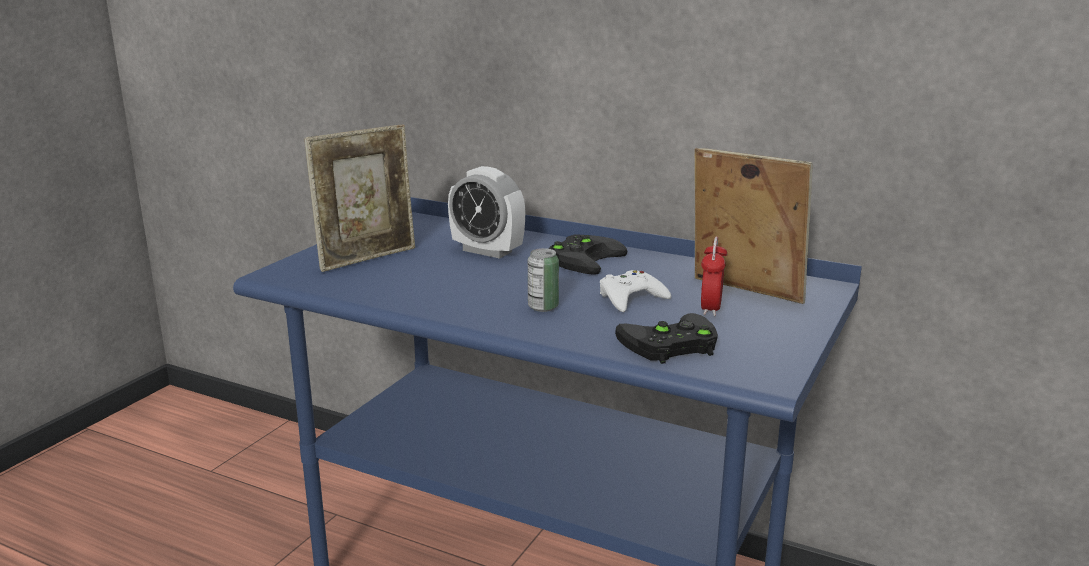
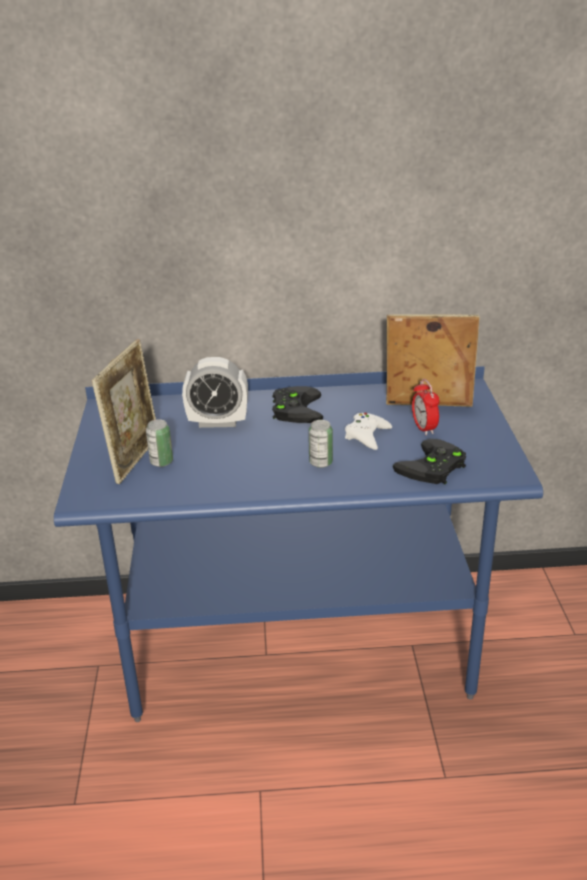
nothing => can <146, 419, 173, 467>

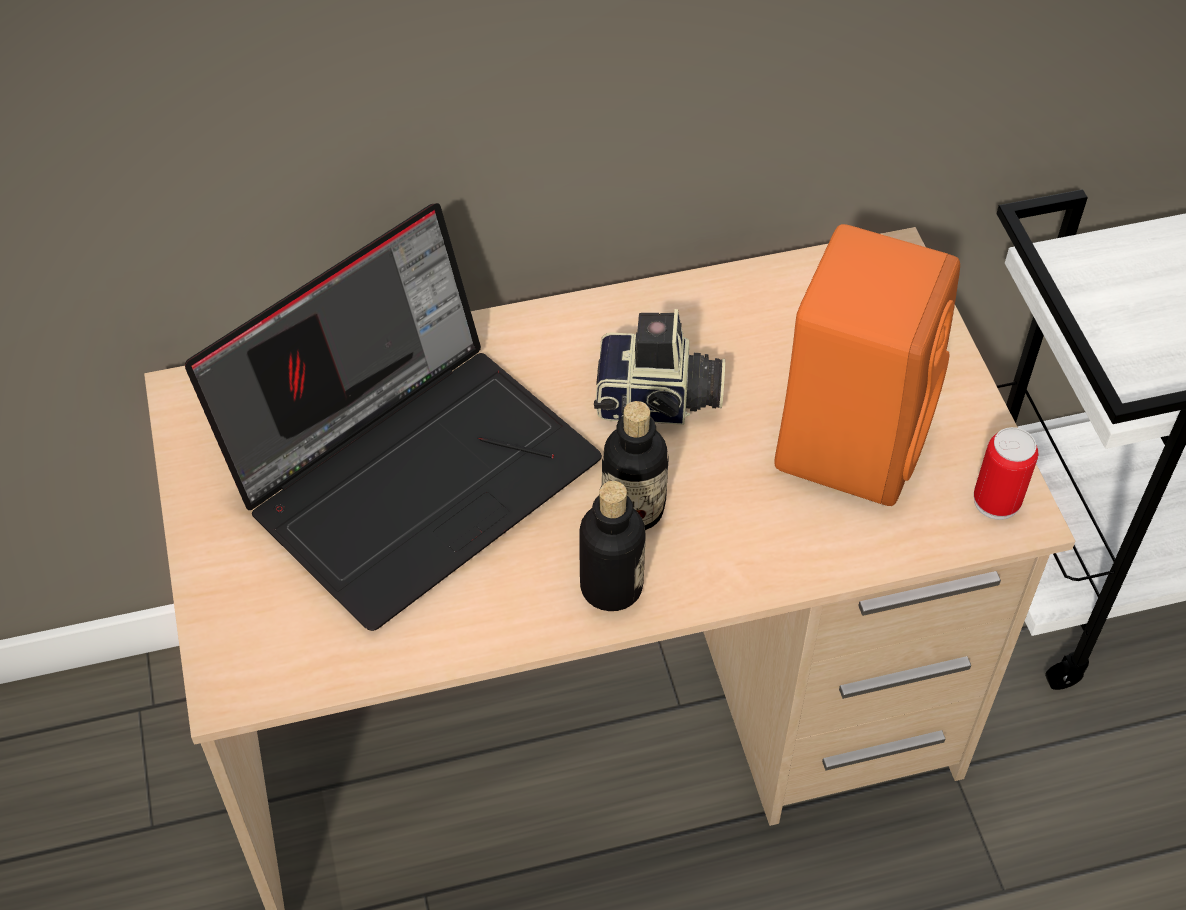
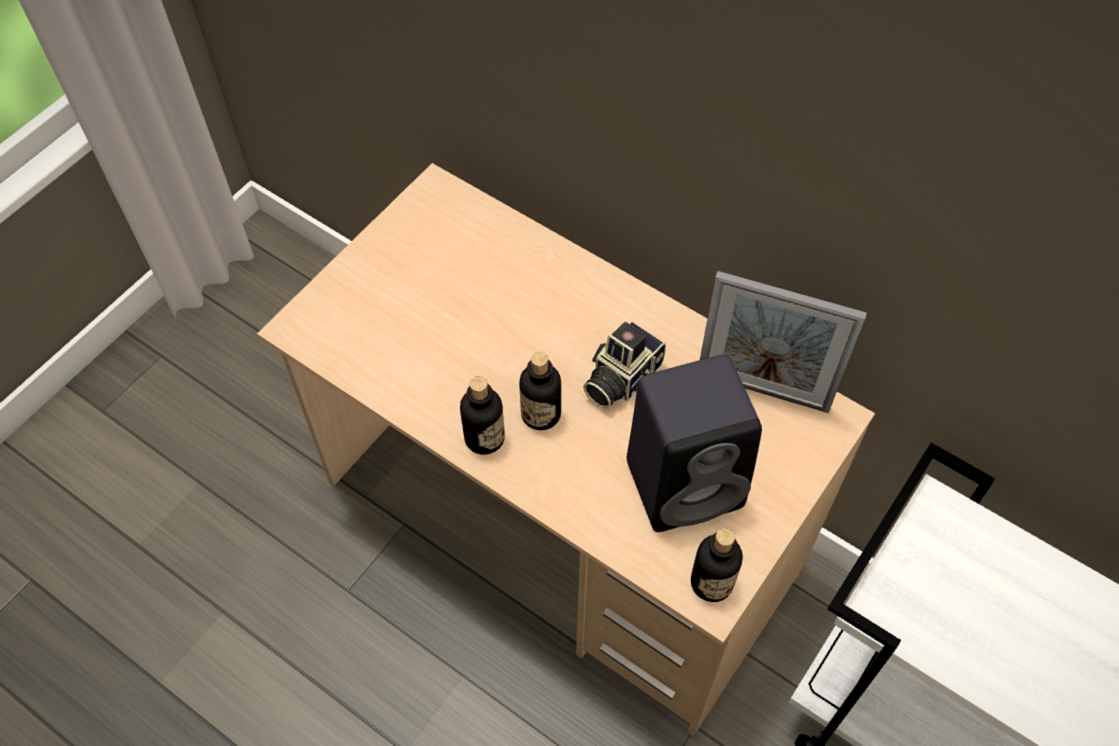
photo camera <594, 309, 725, 425> => photo camera <583, 322, 666, 409>, 75 degrees clockwise
speaker (orange) <775, 224, 960, 506> => speaker (black) <627, 354, 762, 532>
can <974, 427, 1038, 520> => bottle <691, 528, 743, 602>
nothing => picture frame <700, 271, 867, 413>
laptop <185, 203, 602, 631> => nothing

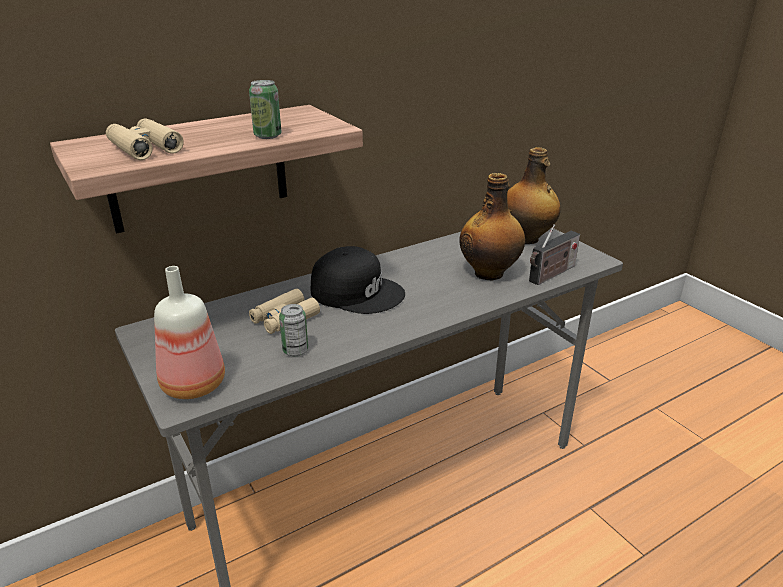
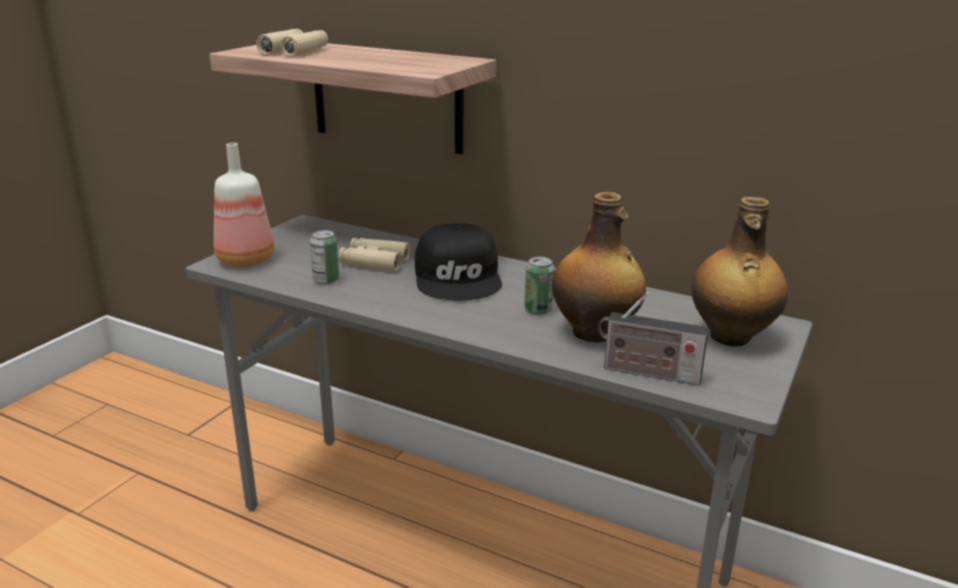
can <249, 80, 281, 139> => can <524, 257, 555, 315>, shifted

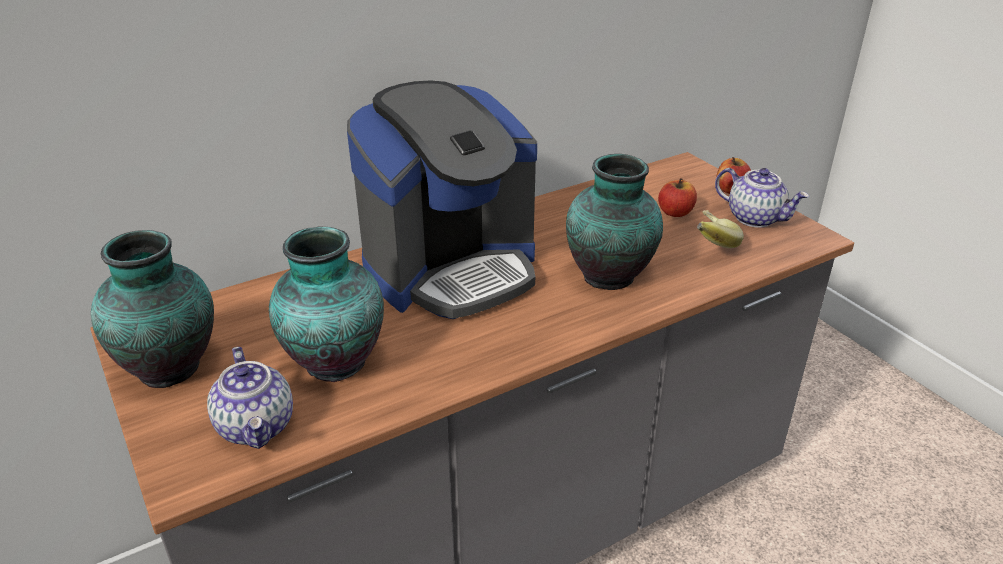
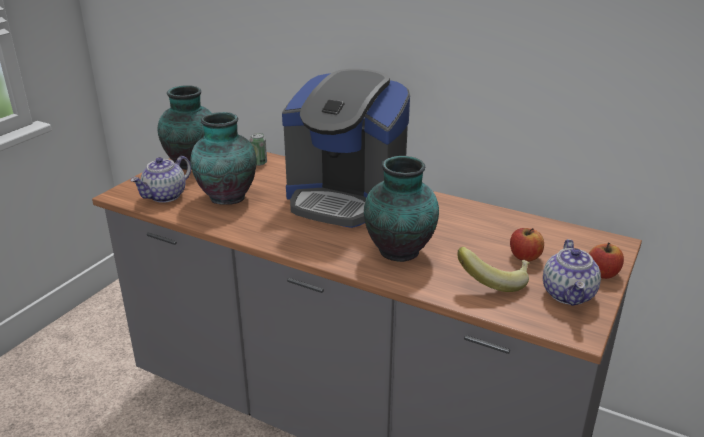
nothing => can <250, 133, 267, 166>

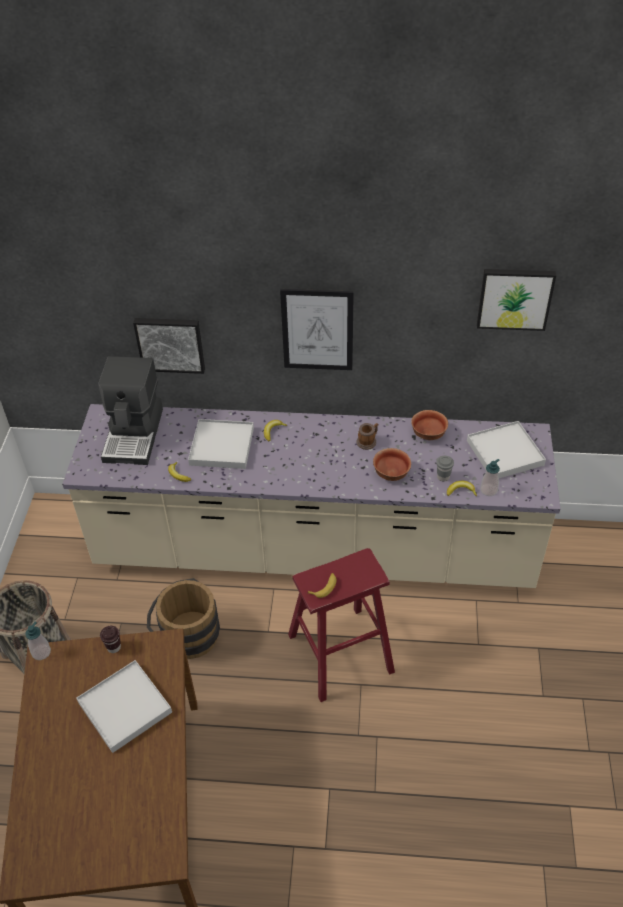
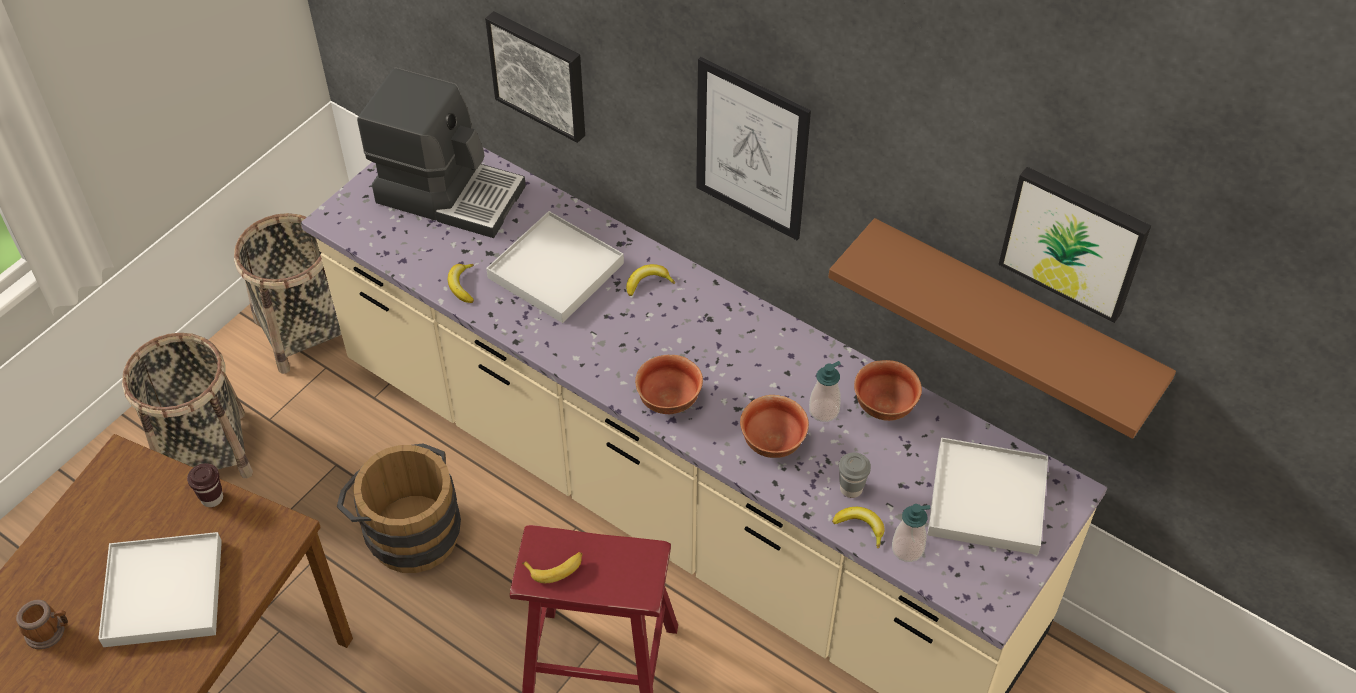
mug <357, 423, 378, 450> => mug <16, 600, 68, 649>, shifted
nothing => basket <234, 213, 342, 374>
coffee machine <98, 356, 163, 465> => coffee machine <357, 68, 526, 238>, 105 degrees counterclockwise
nothing => bowl <635, 355, 703, 414>
soap dispenser <25, 622, 51, 660> => soap dispenser <809, 361, 841, 422>, shifted
nothing => shelf (brown) <828, 218, 1176, 439>

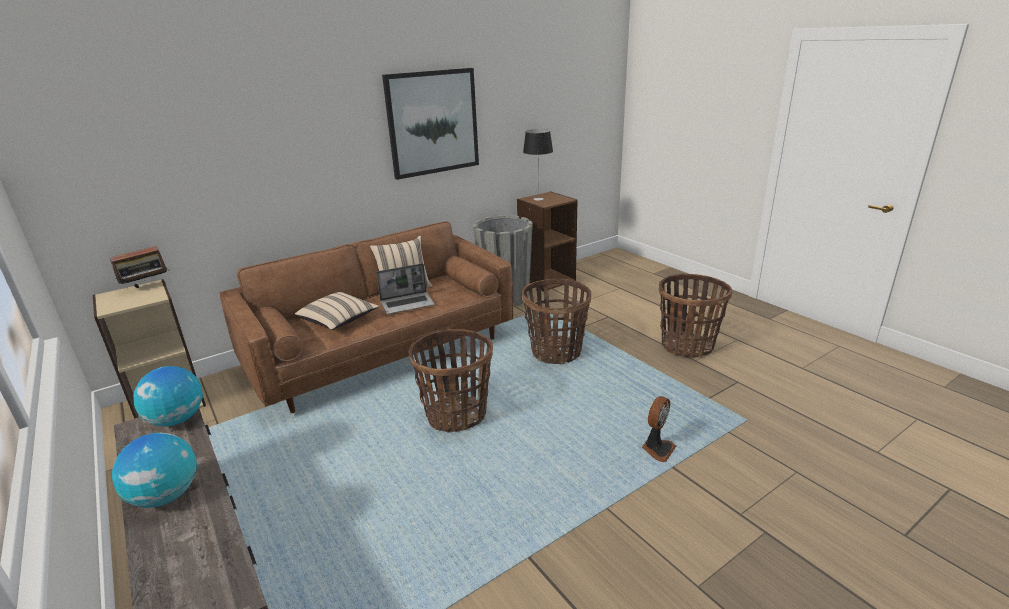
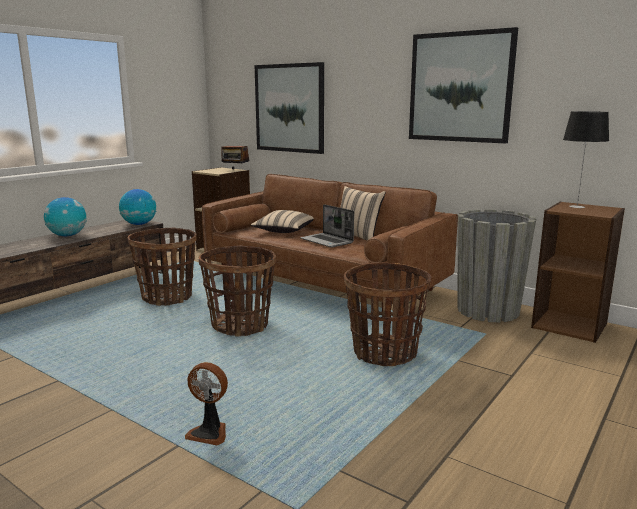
basket <659, 274, 732, 358> => basket <128, 228, 197, 306>, shifted
nothing => picture <255, 62, 324, 154>

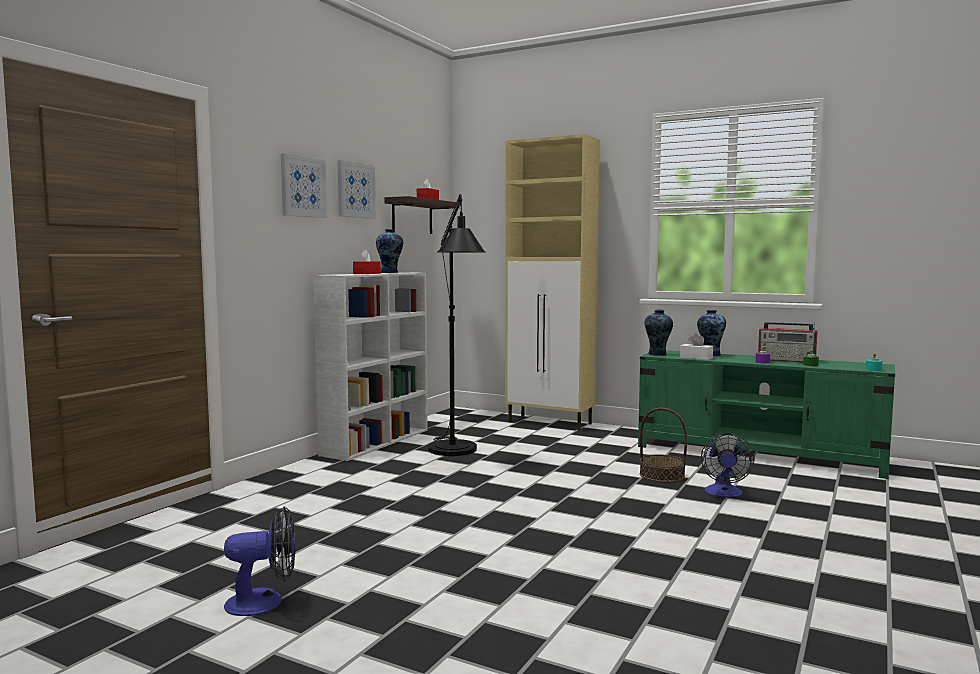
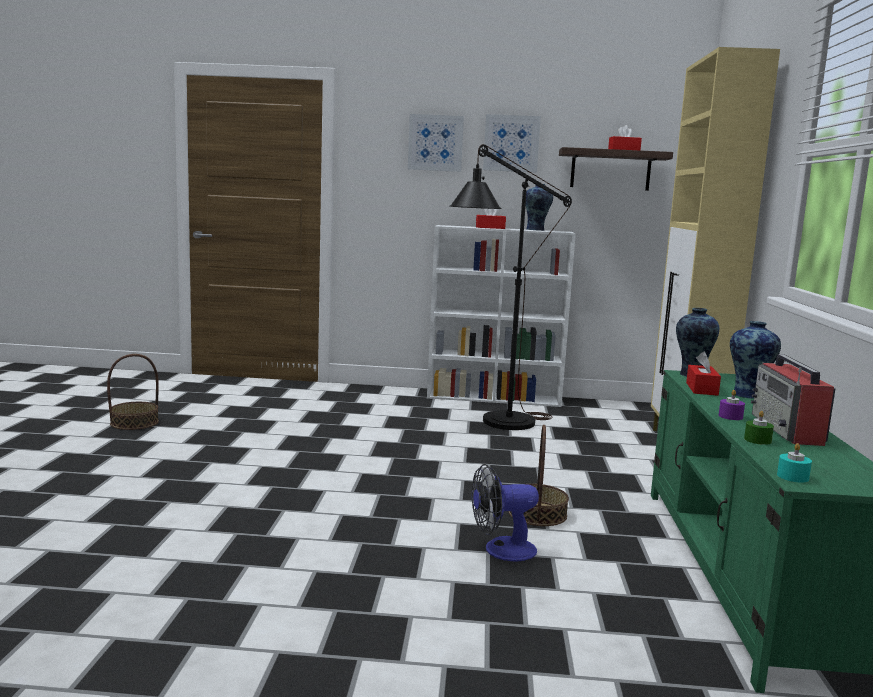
fan <224, 507, 296, 616> => basket <107, 354, 159, 430>
tissue box (white) <680, 334, 713, 360> => tissue box (red) <686, 351, 721, 396>

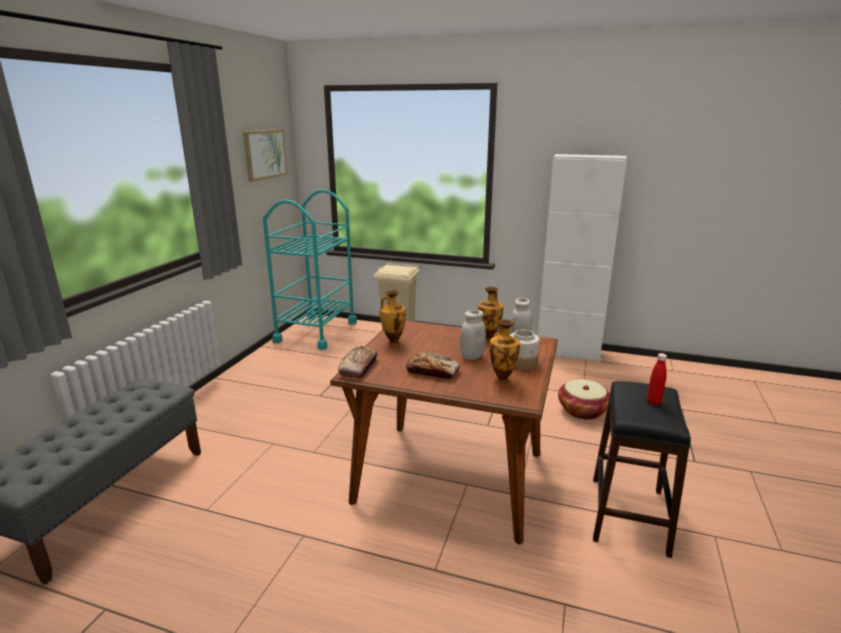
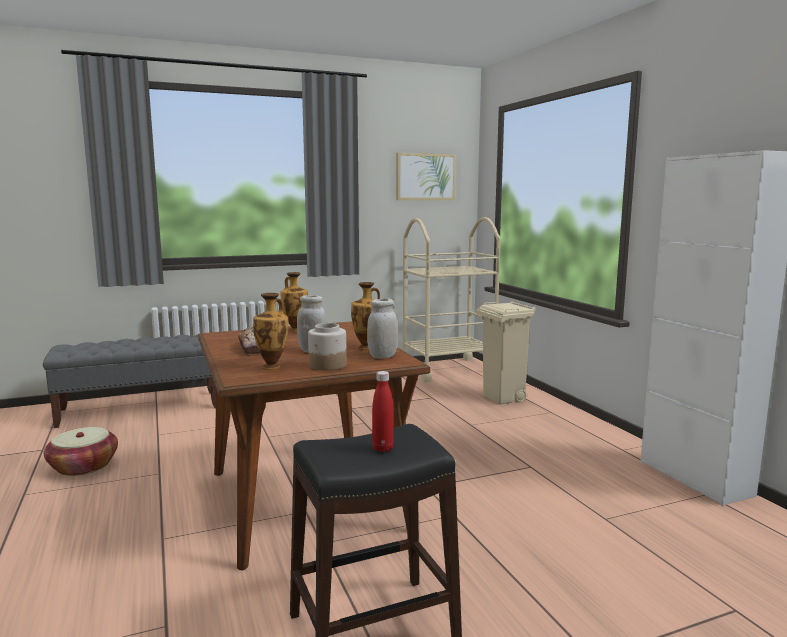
basket <558, 379, 610, 420> => basket <44, 427, 118, 476>, shifted
cart (turquoise) <263, 189, 357, 350> => cart (beige) <403, 217, 501, 383>
bread <338, 346, 378, 379> => nothing

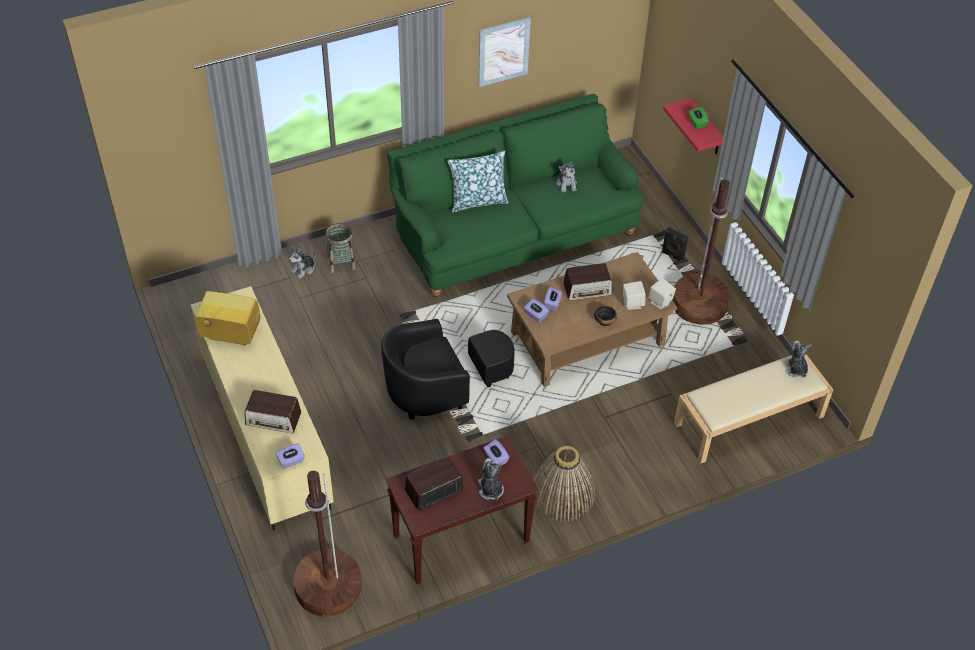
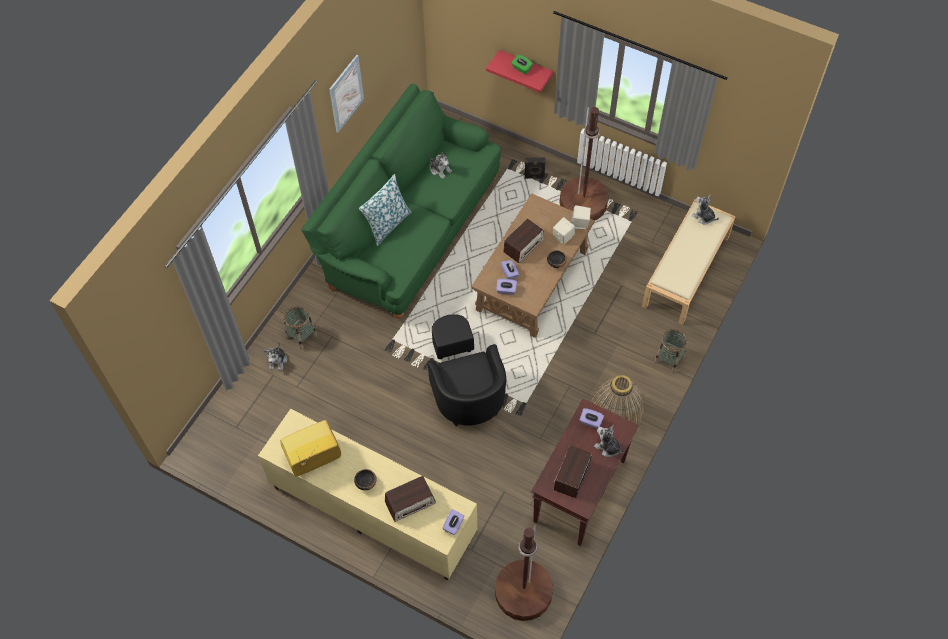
nothing => bowl <354, 469, 377, 490>
armchair (black) <381, 319, 515, 419> => armchair (black) <427, 314, 506, 426>, 45 degrees counterclockwise
nothing => basket <654, 329, 688, 373>

